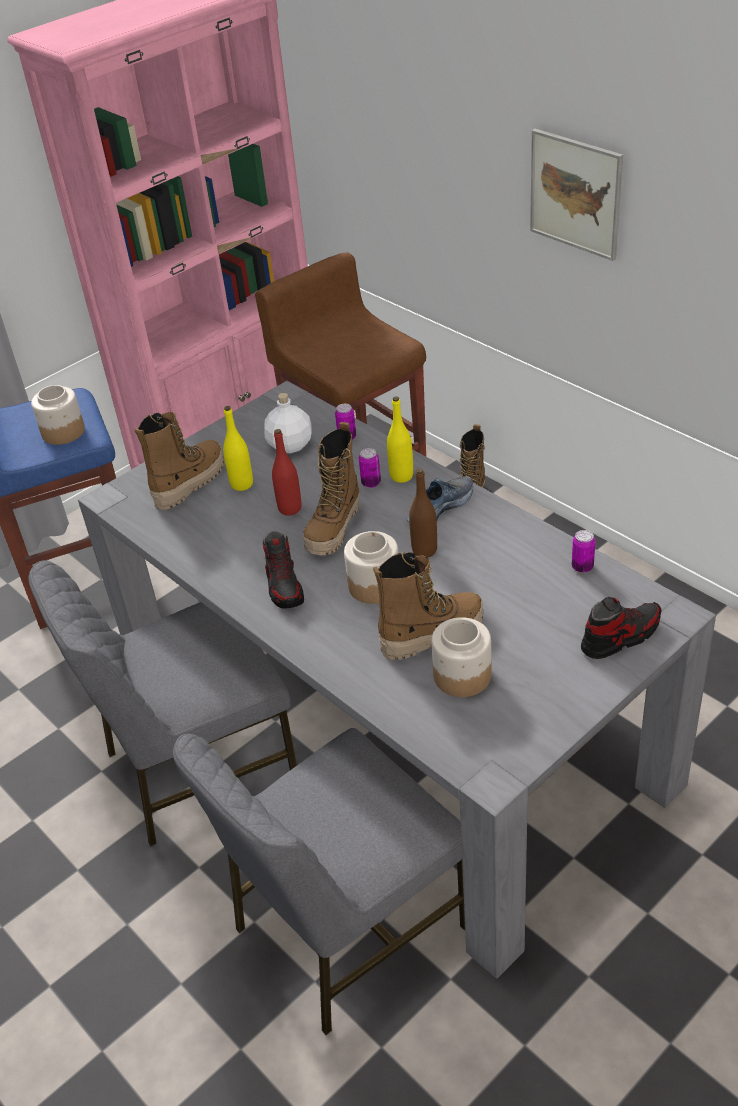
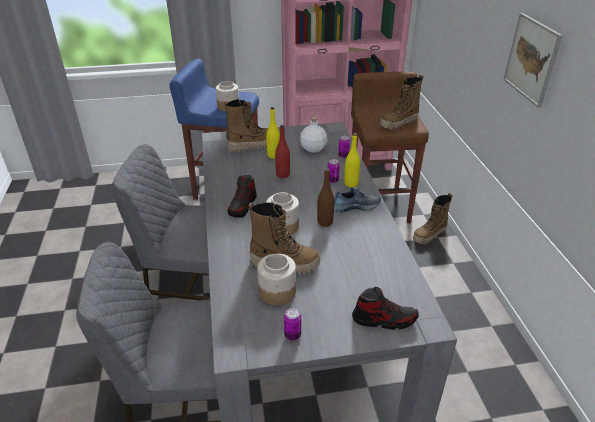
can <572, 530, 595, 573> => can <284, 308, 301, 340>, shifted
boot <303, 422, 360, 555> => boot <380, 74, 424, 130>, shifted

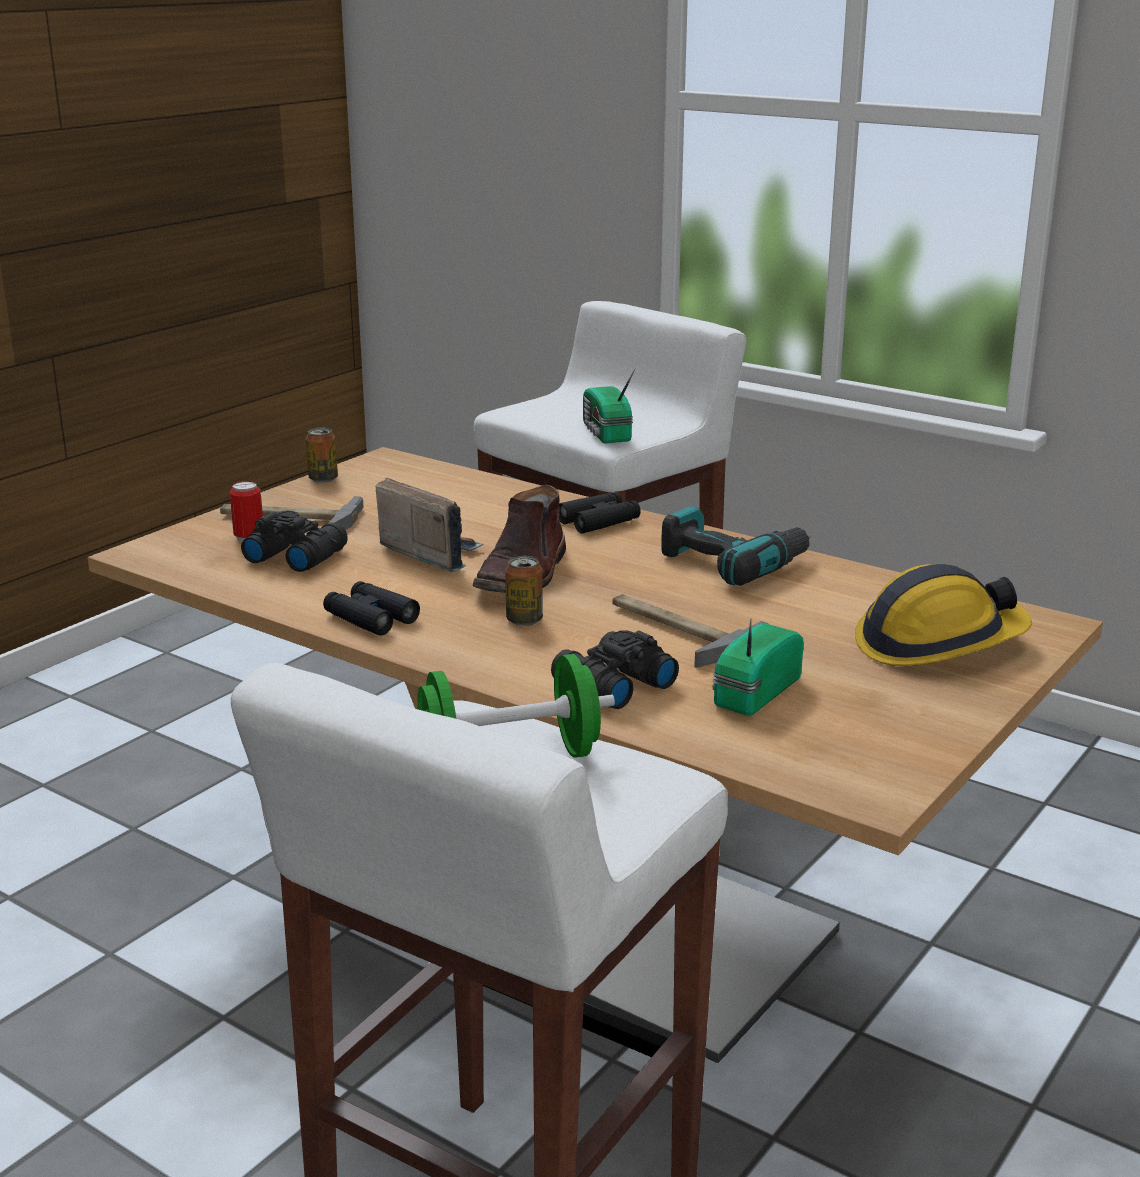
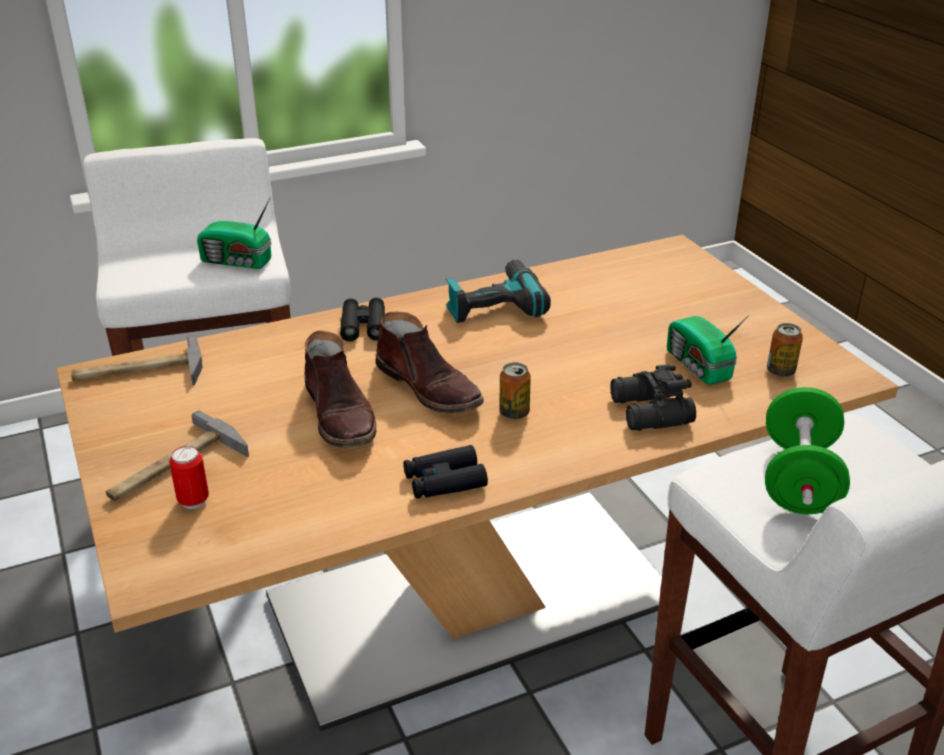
hammer <612, 594, 768, 668> => hammer <71, 335, 203, 386>, shifted
radio <376, 478, 483, 572> => boot (brown) <305, 331, 376, 448>
can <306, 427, 338, 483> => can <767, 323, 803, 377>, shifted
binoculars (black) <241, 510, 348, 572> => nothing
hard hat <855, 564, 1032, 666> => nothing

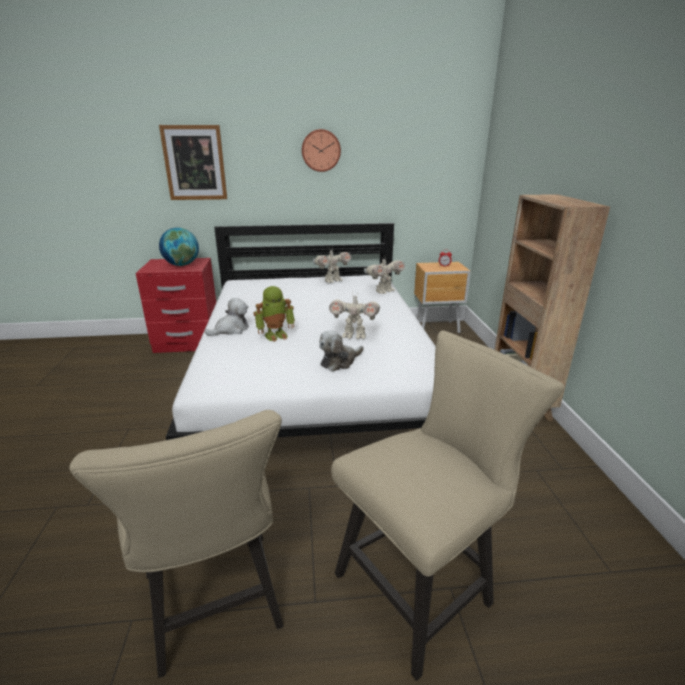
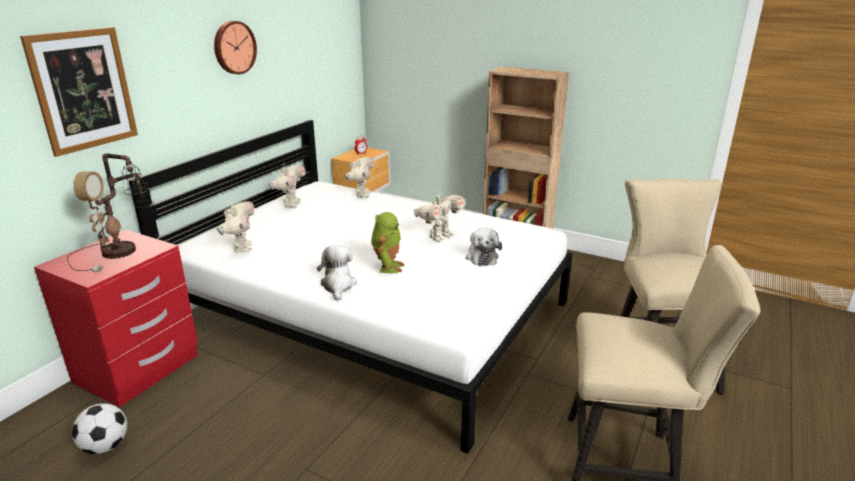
globe <159, 228, 199, 266> => table lamp <67, 153, 154, 272>
nothing => football <72, 403, 127, 454>
nothing => toy robot <216, 201, 255, 253>

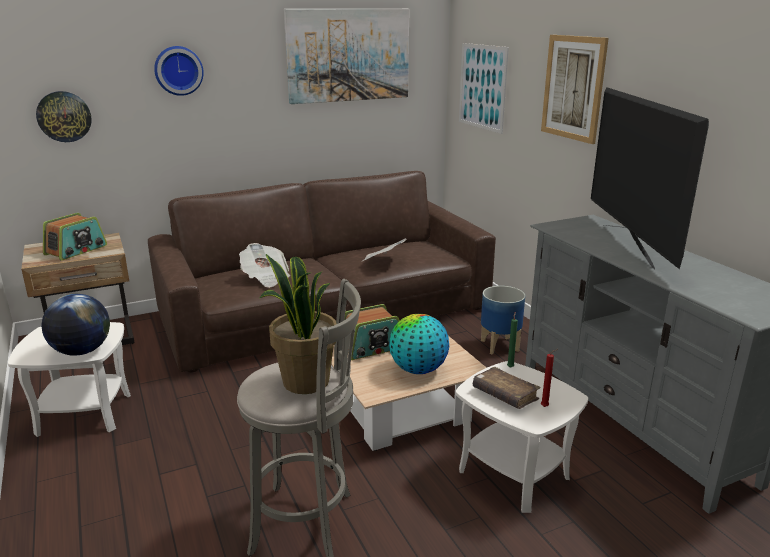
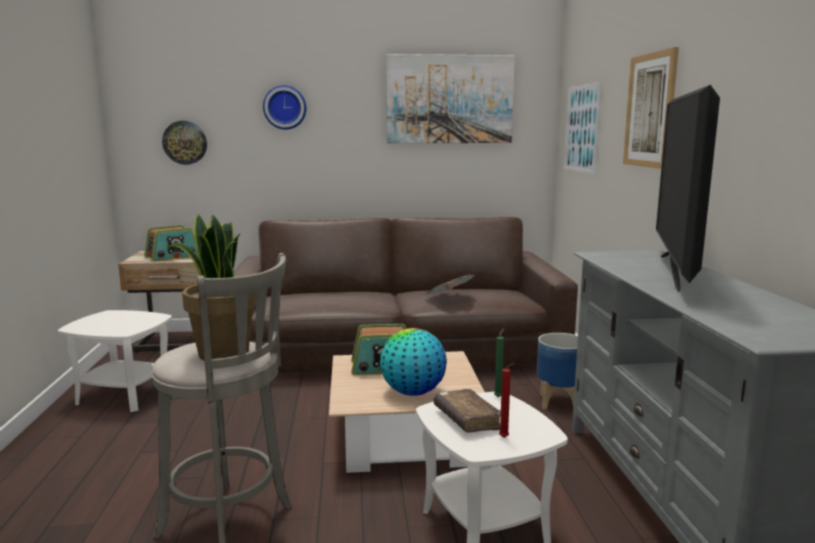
globe <42, 294, 110, 356> => nothing
newspaper <239, 243, 290, 288> => nothing

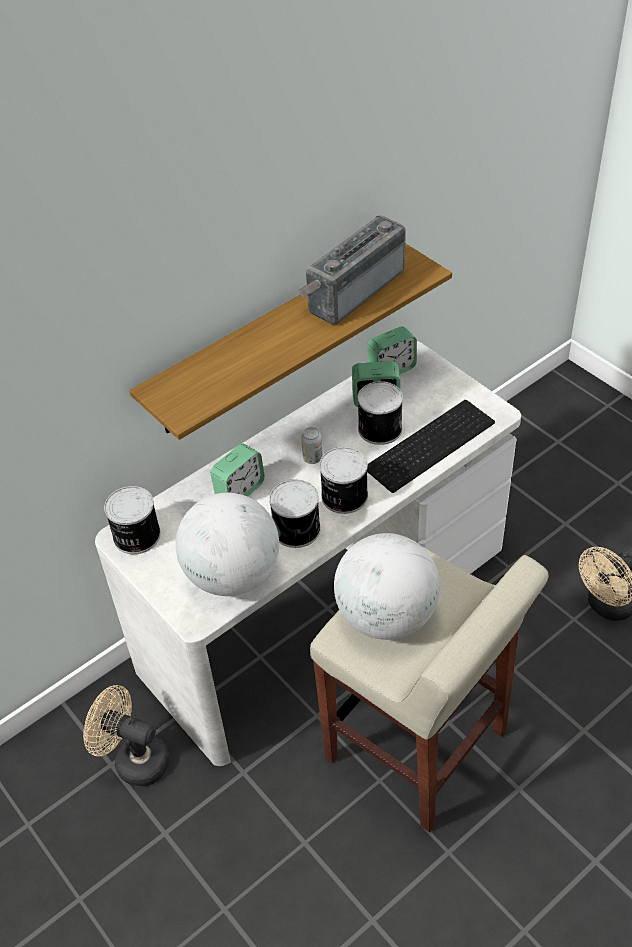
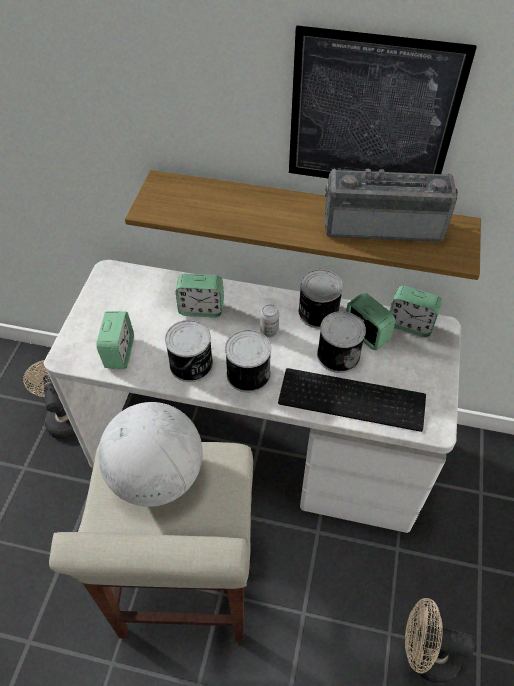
globe <176, 493, 279, 596> => alarm clock <96, 311, 134, 369>
nothing => picture <289, 25, 477, 178>
can <104, 486, 161, 554> => can <298, 269, 343, 328>, shifted

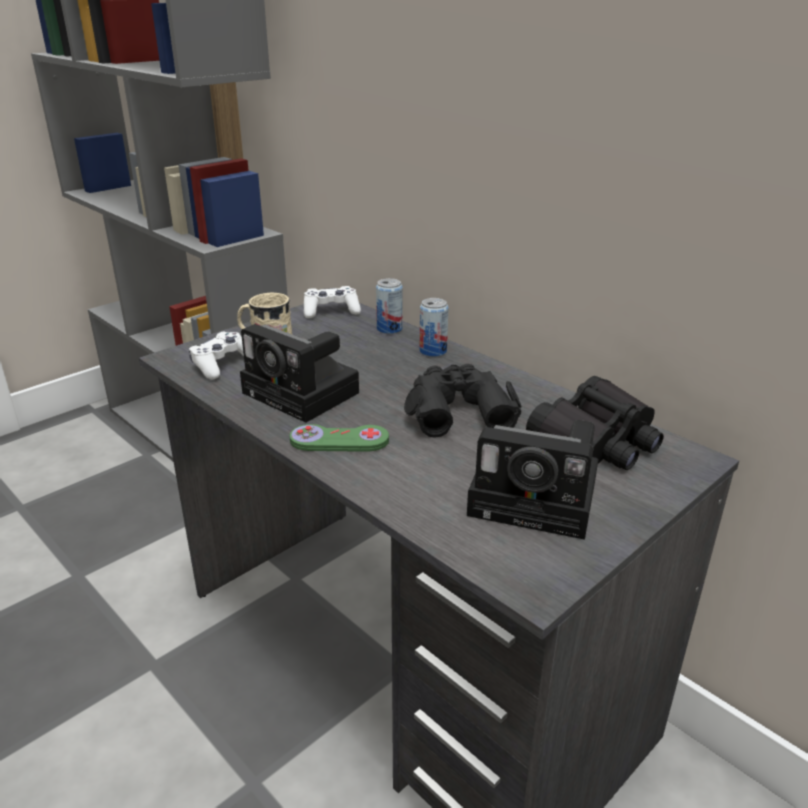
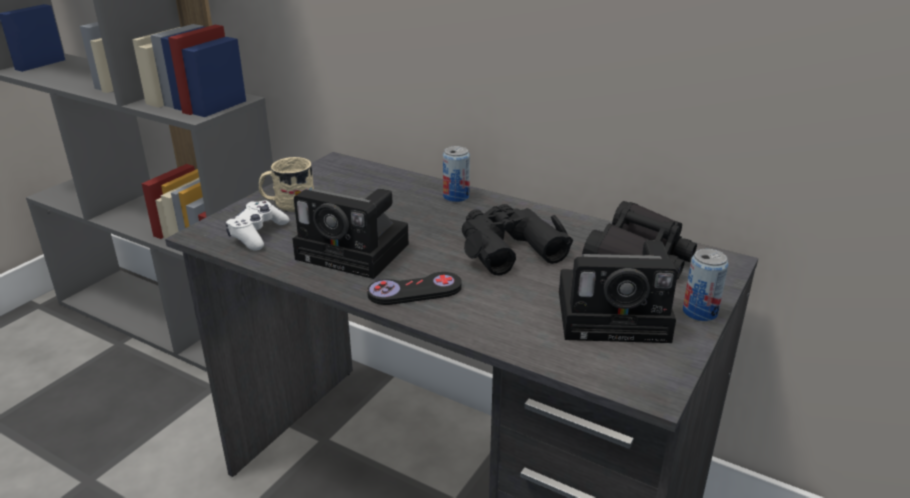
game controller (green) <290, 424, 389, 452> => game controller (black) <367, 272, 462, 305>
can <376, 278, 403, 334> => can <683, 249, 728, 321>, shifted
game controller (white) <304, 286, 361, 318> => nothing

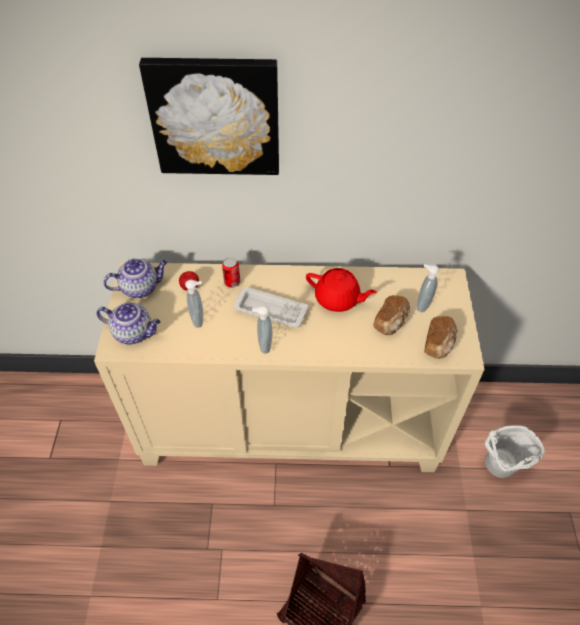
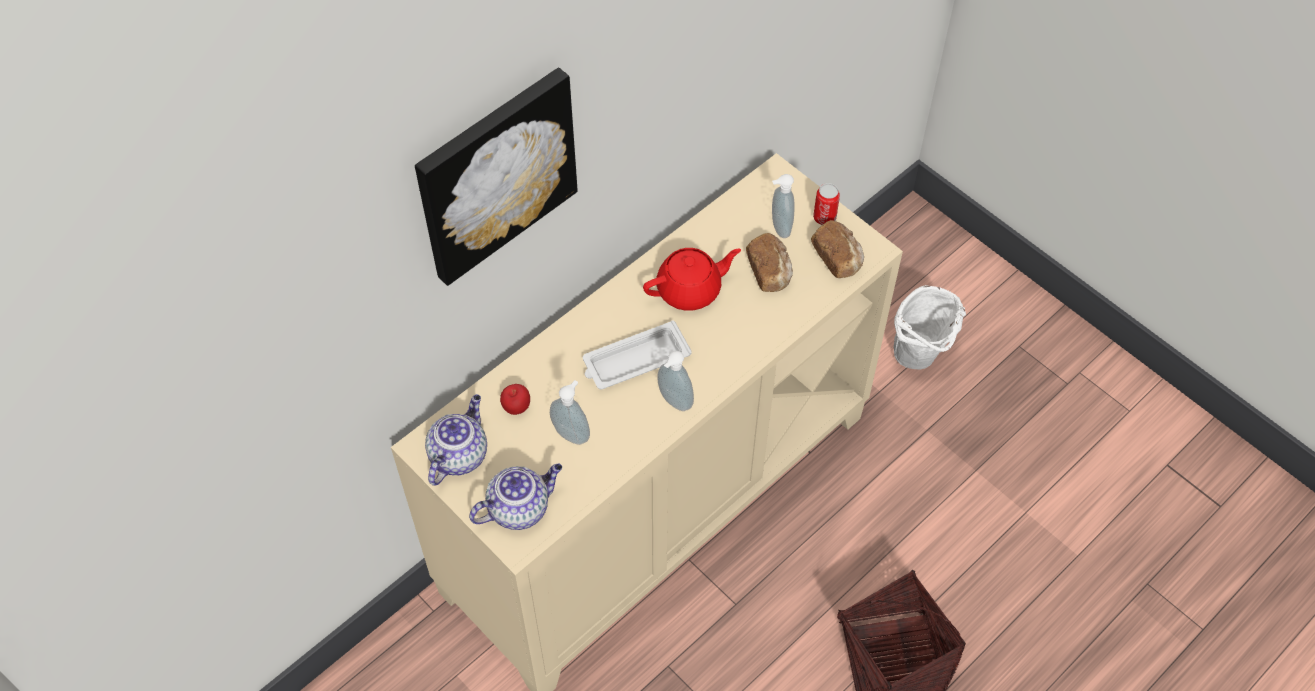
can <222, 257, 240, 288> => can <813, 183, 840, 225>, shifted

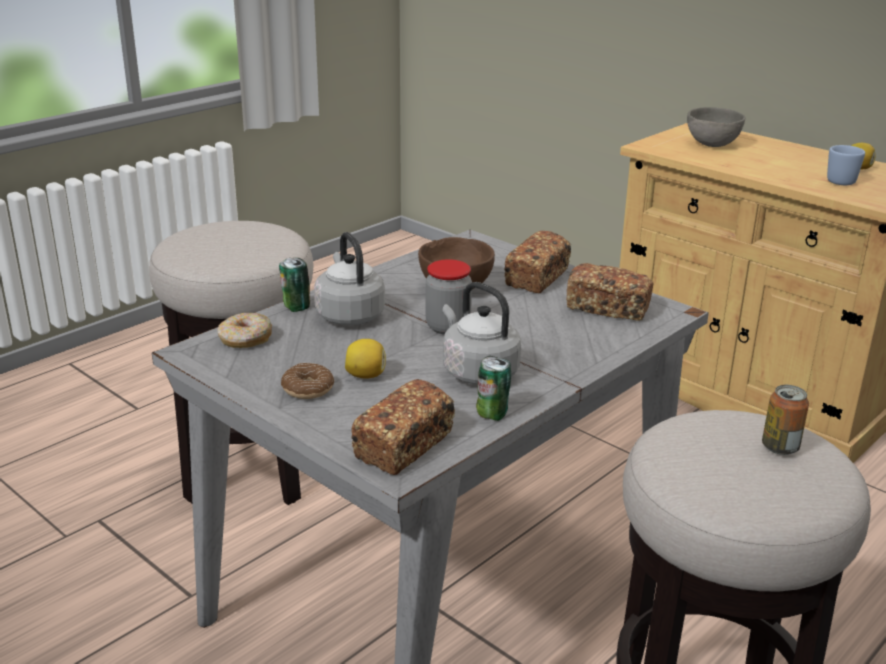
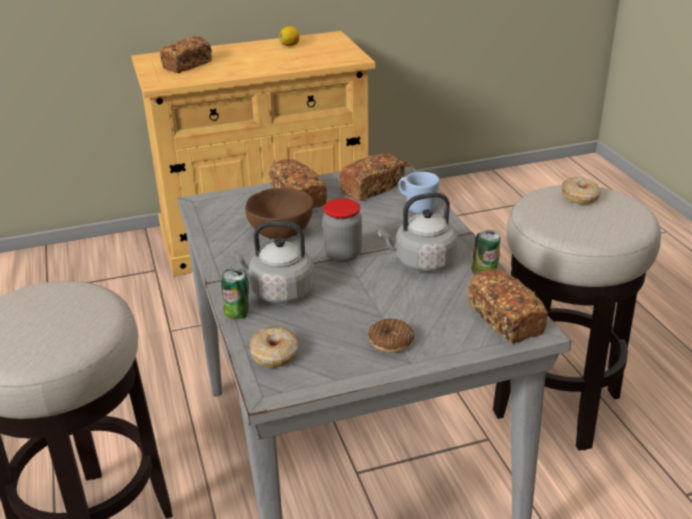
bowl (grey) <687, 107, 746, 147> => bread <160, 36, 212, 73>
mug (blue) <827, 145, 865, 185> => mug (blue) <398, 172, 440, 214>, shifted
can <762, 385, 809, 455> => donut <562, 177, 601, 204>
lemon <345, 339, 386, 379> => nothing

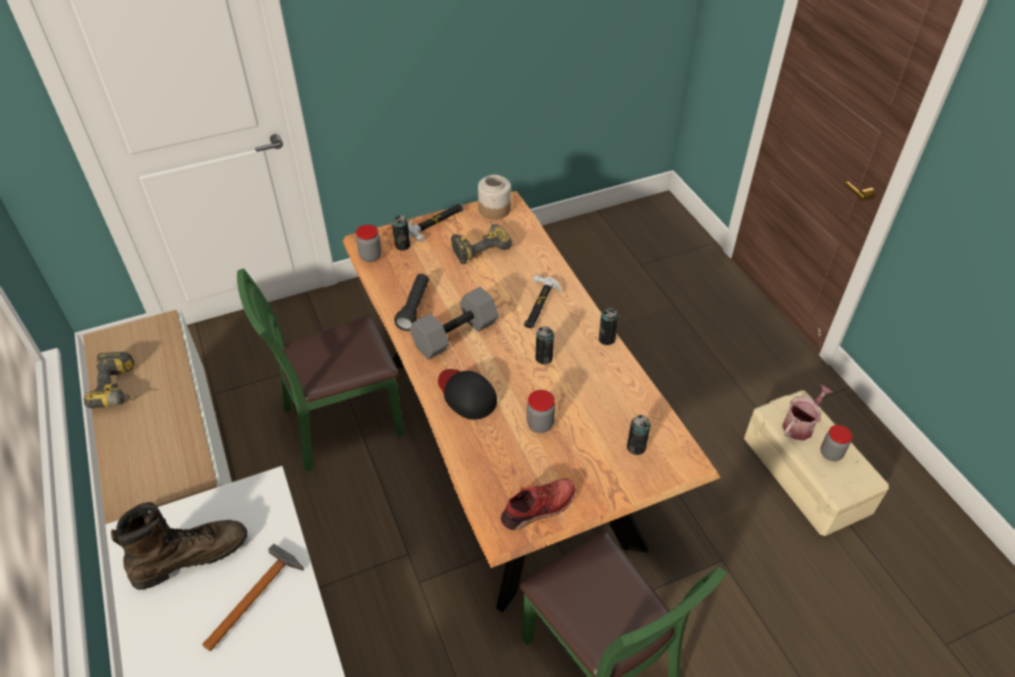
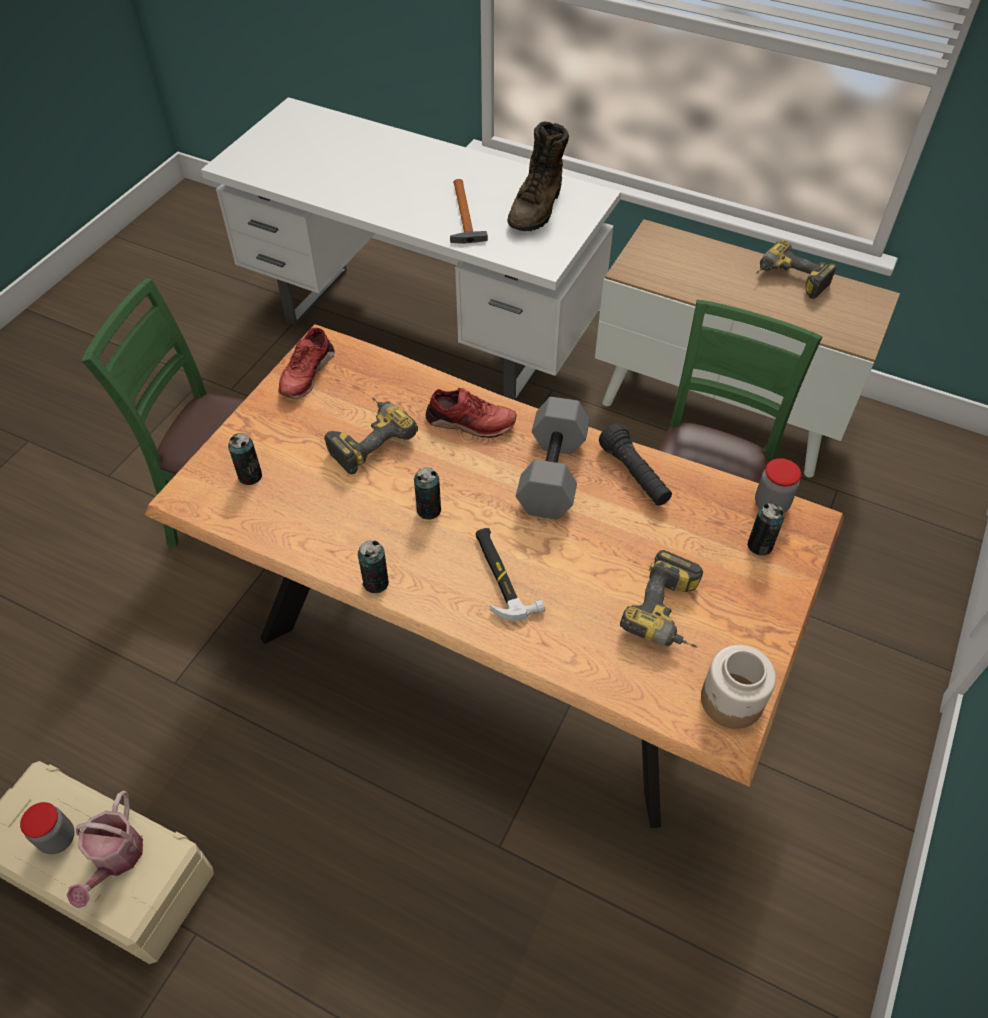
jar <527, 390, 555, 433> => power drill <324, 397, 418, 474>
cap (black) <438, 369, 497, 420> => shoe (red) <426, 388, 517, 438>
hammer <408, 204, 464, 242> => nothing

